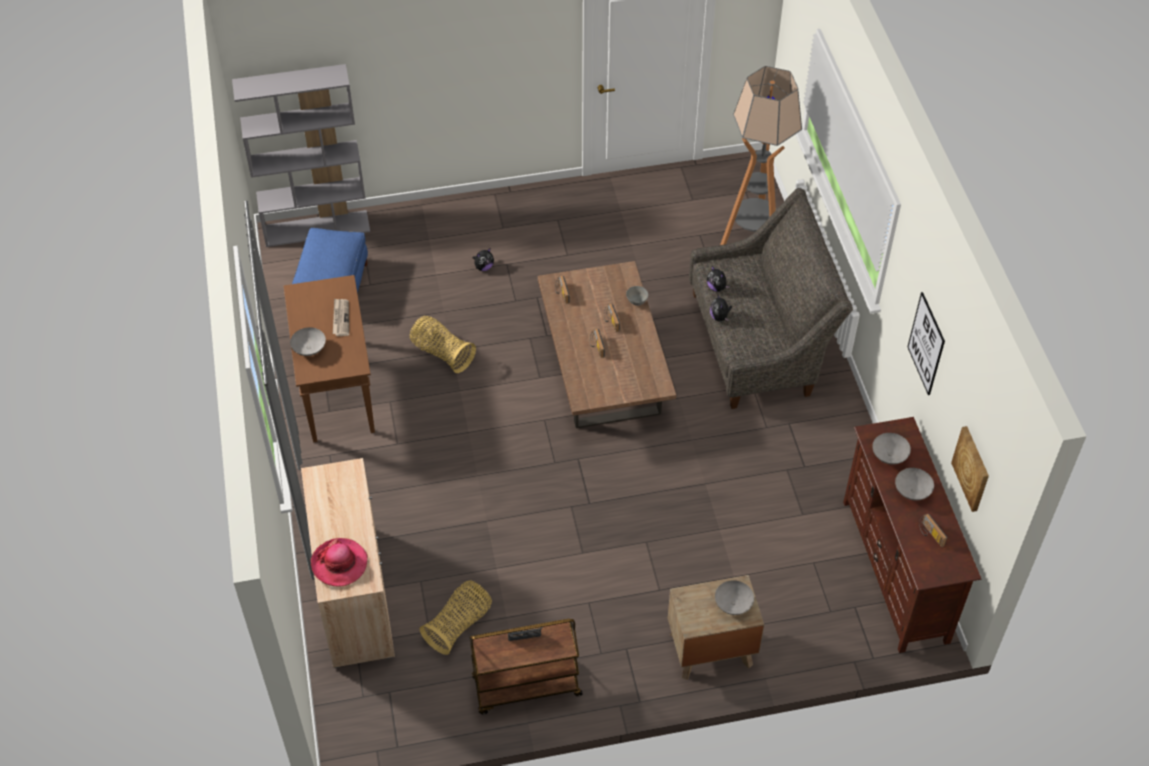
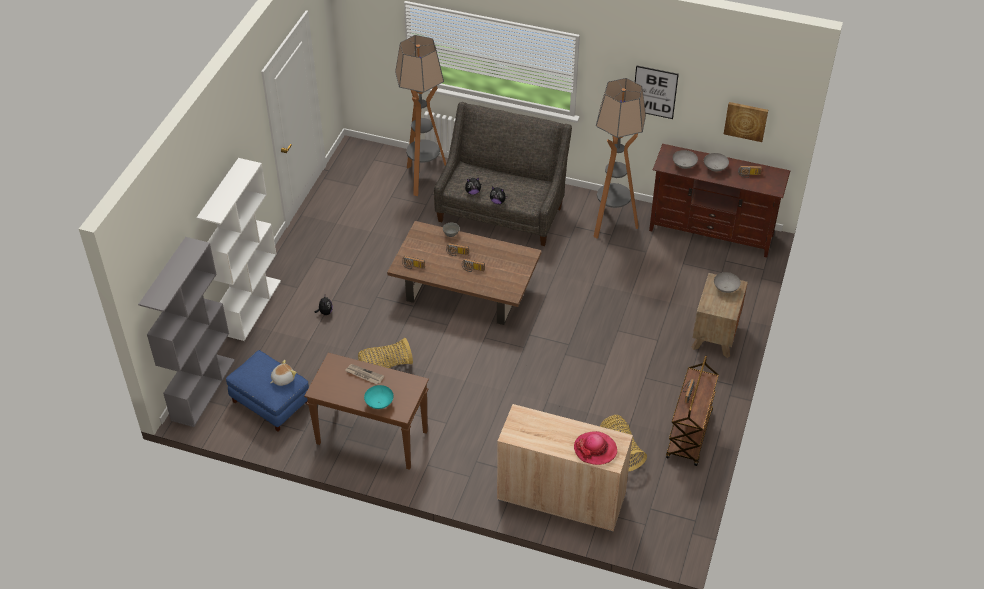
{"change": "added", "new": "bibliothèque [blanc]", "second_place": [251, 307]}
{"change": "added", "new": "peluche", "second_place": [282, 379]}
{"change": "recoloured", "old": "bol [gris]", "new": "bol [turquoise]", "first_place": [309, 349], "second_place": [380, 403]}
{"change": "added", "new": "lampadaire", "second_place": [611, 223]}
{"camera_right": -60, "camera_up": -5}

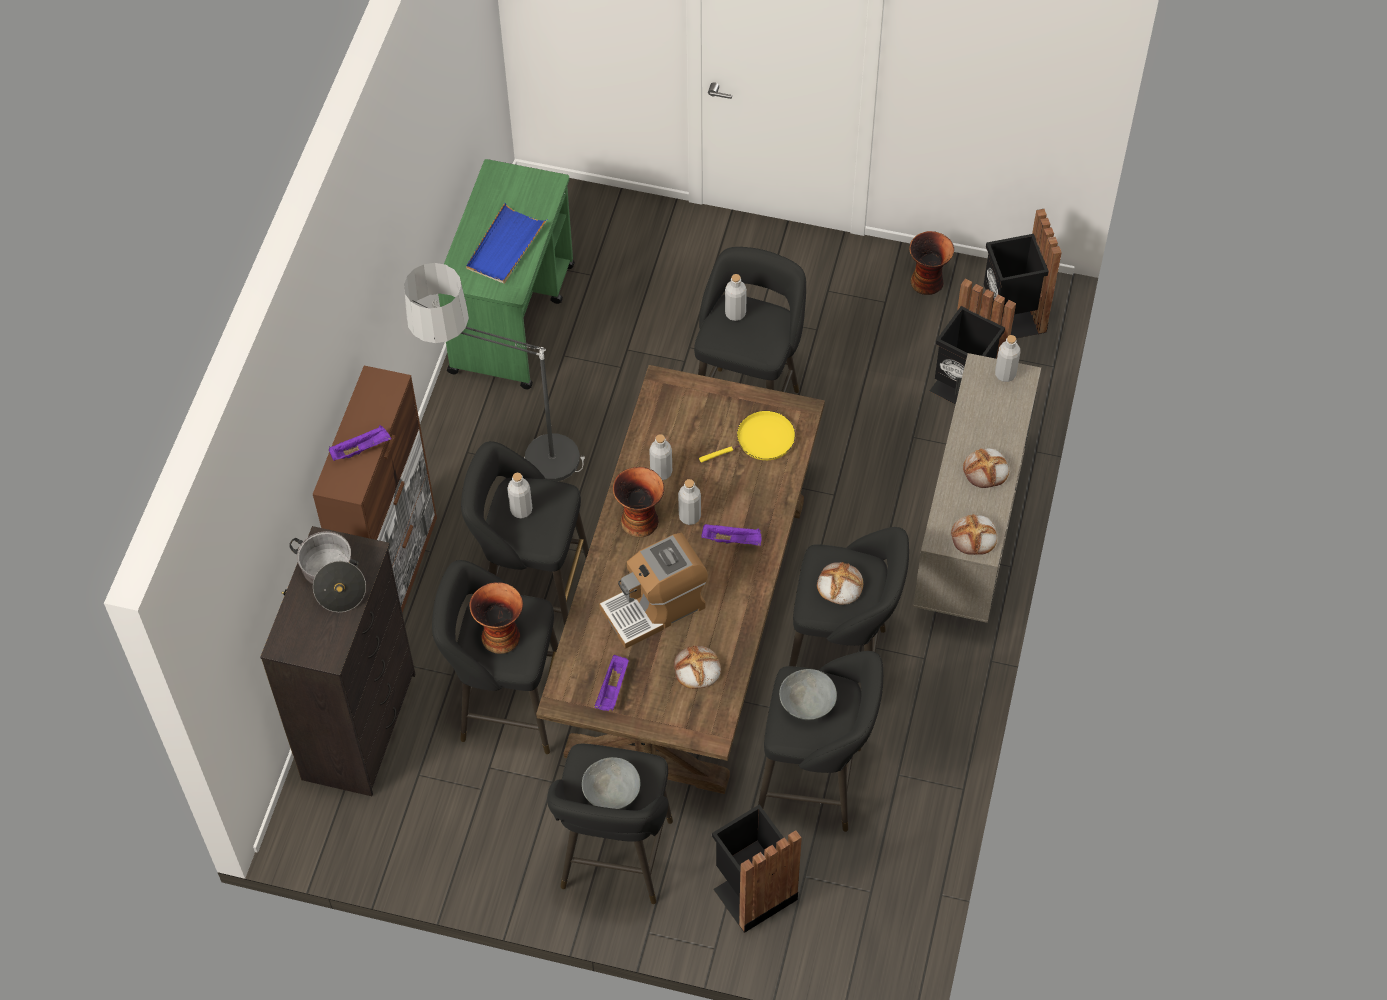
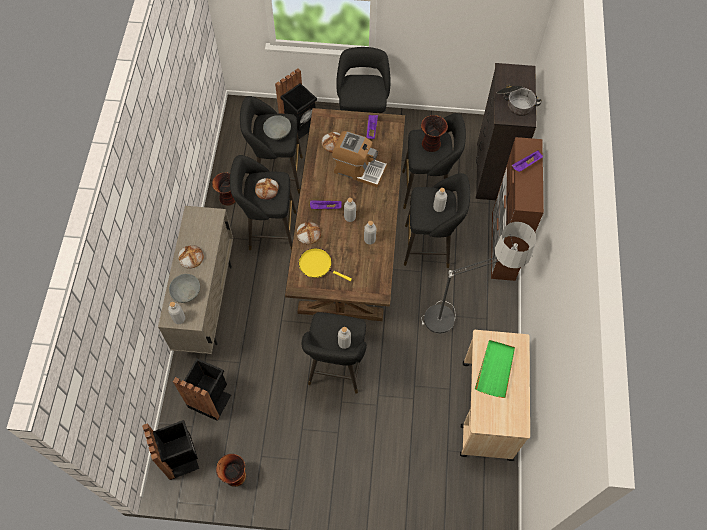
{"change": "moved", "old": "bol [gris]", "first_place": [611, 793], "second_place": [186, 292]}
{"change": "moved", "old": "vase", "first_place": [639, 520], "second_place": [228, 198]}
{"change": "moved", "old": "pain", "first_place": [974, 537], "second_place": [308, 234]}
{"change": "turned", "old": "poêle [jaune]", "first_place": [761, 440], "second_place": [317, 265], "degrees": 60}
{"change": "turned", "old": "machine à café", "first_place": [655, 607], "second_place": [359, 169], "degrees": 60}
{"change": "recoloured", "old": "chariot [vert]", "new": "chariot [beige]", "first_place": [513, 317], "second_place": [486, 411]}
{"change": "recoloured", "old": "plateau [bleu]", "new": "plateau [vert]", "first_place": [505, 247], "second_place": [495, 369]}
{"camera_right": 170, "camera_up": 5}

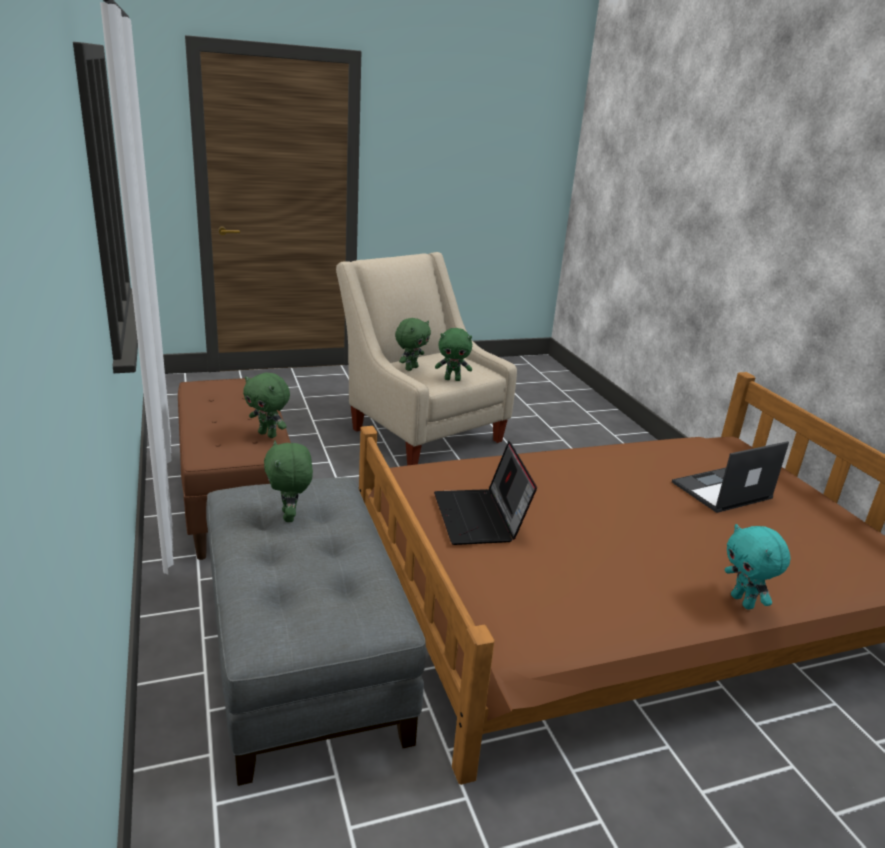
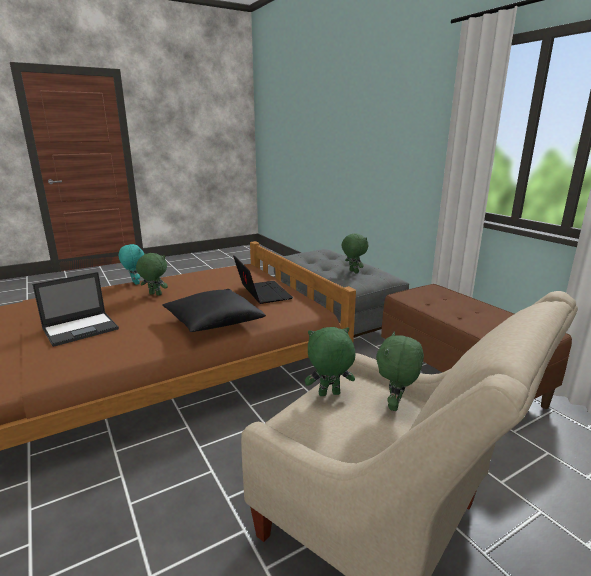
{"change": "moved", "old": "peluche [vert]", "first_place": [268, 434], "second_place": [154, 294]}
{"change": "added", "new": "coussin [noir]", "second_place": [213, 322]}
{"camera_right": 170, "camera_up": -5}

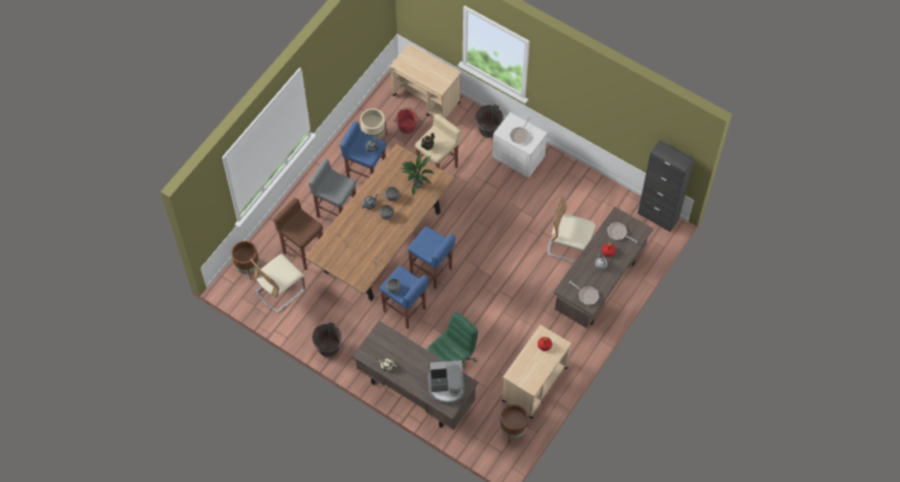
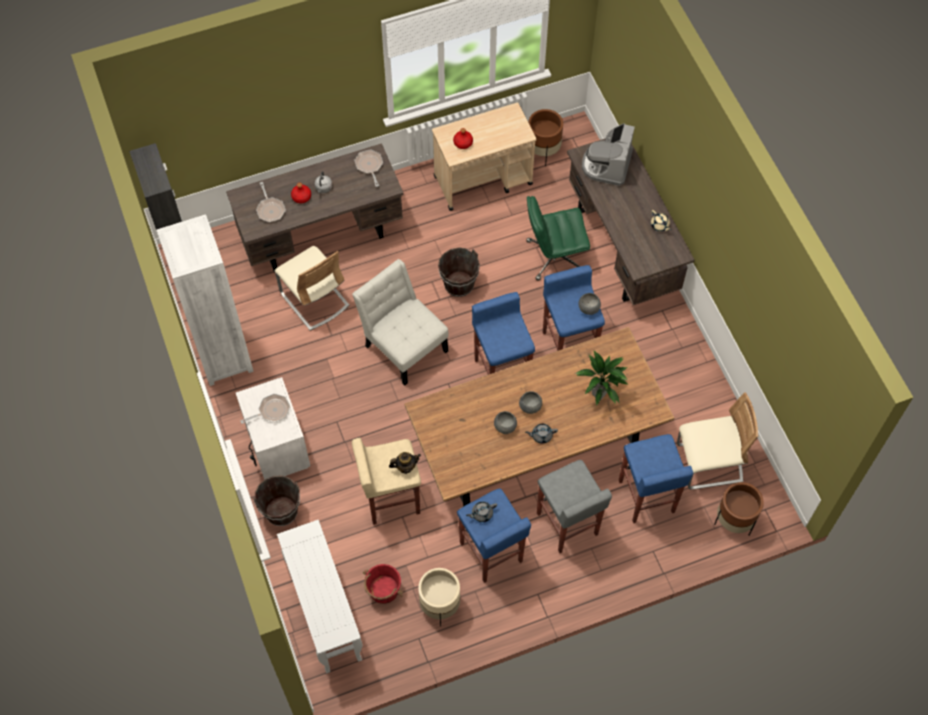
{"change": "added", "new": "bibliothèque [blanc]", "second_place": [223, 356]}
{"change": "replaced", "old": "chariot [beige]", "new": "table console [blanc]", "first_place": [426, 99], "second_place": [325, 614]}
{"change": "added", "new": "chaise [blanc]", "second_place": [403, 345]}
{"change": "moved", "old": "seau [marron]", "first_place": [328, 347], "second_place": [459, 285]}
{"change": "moved", "old": "plante en pot", "first_place": [418, 184], "second_place": [599, 394]}
{"change": "turned", "old": "machine à café", "first_place": [446, 387], "second_place": [607, 165], "degrees": -105}
{"change": "recoloured", "old": "tabouret [marron]", "new": "tabouret [bleu]", "first_place": [303, 251], "second_place": [646, 497]}
{"camera_right": -145, "camera_up": 0}

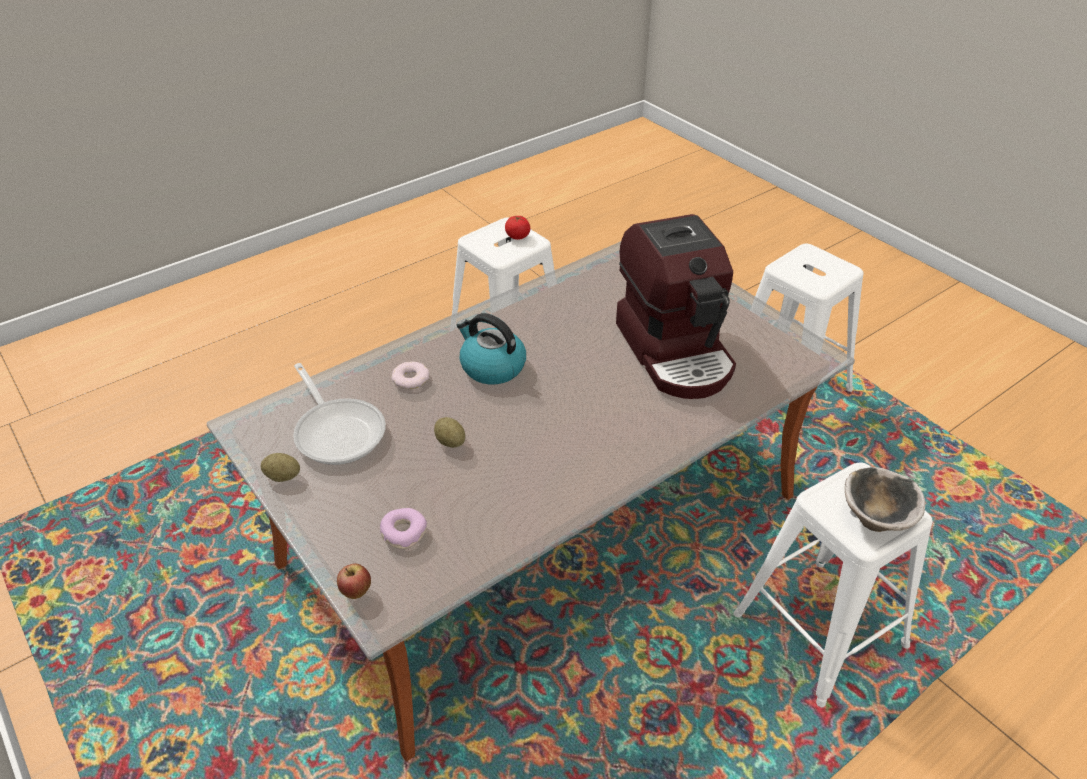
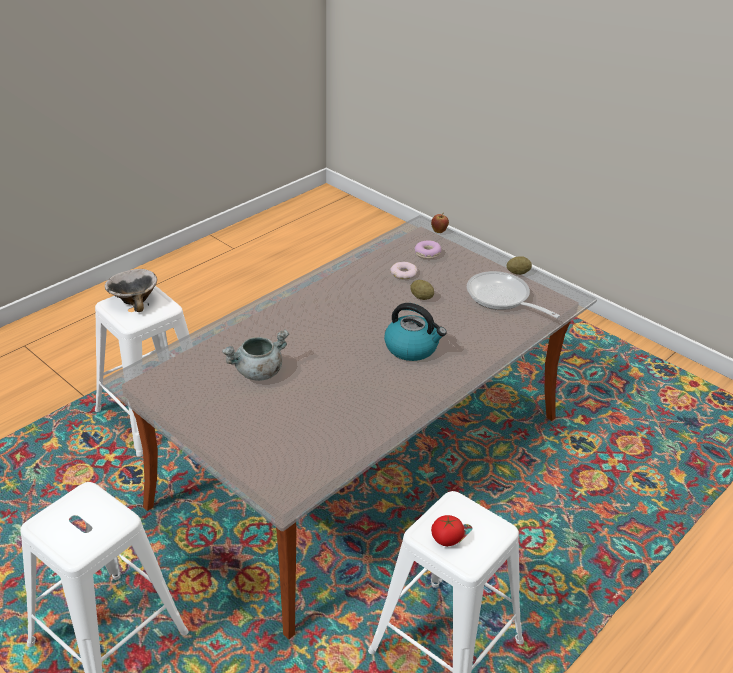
{"change": "replaced", "old": "machine à café", "new": "marmite [gris]", "first_place": [676, 351], "second_place": [258, 372]}
{"change": "moved", "old": "beignet", "first_place": [410, 378], "second_place": [404, 273]}
{"camera_right": 170, "camera_up": -5}

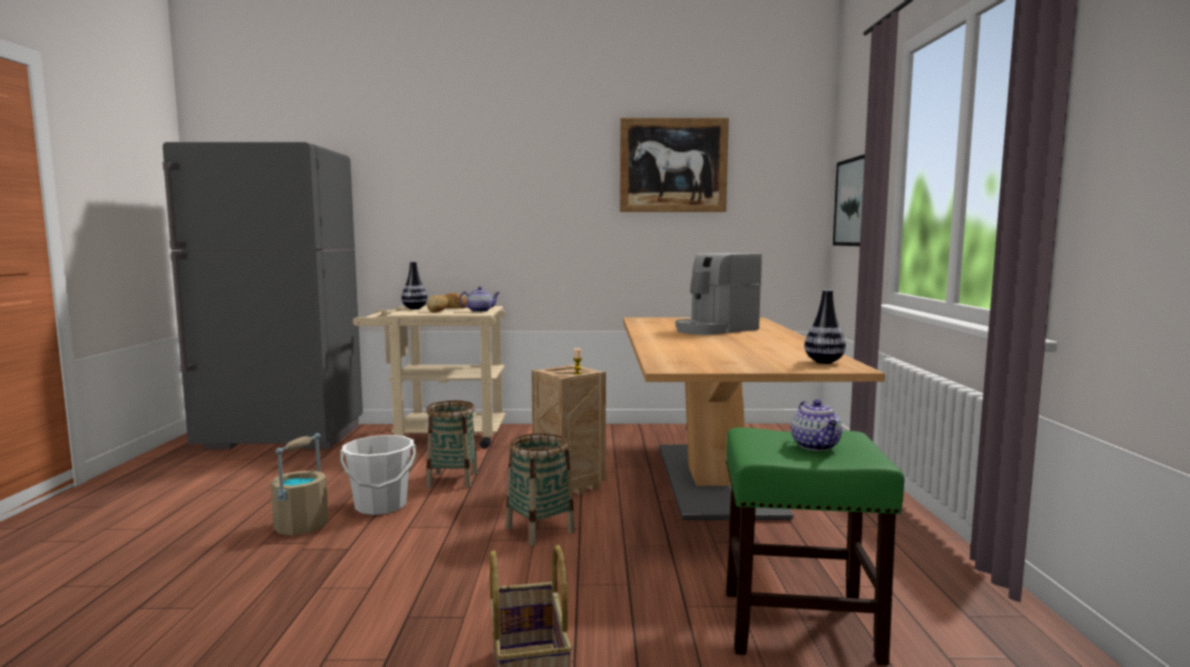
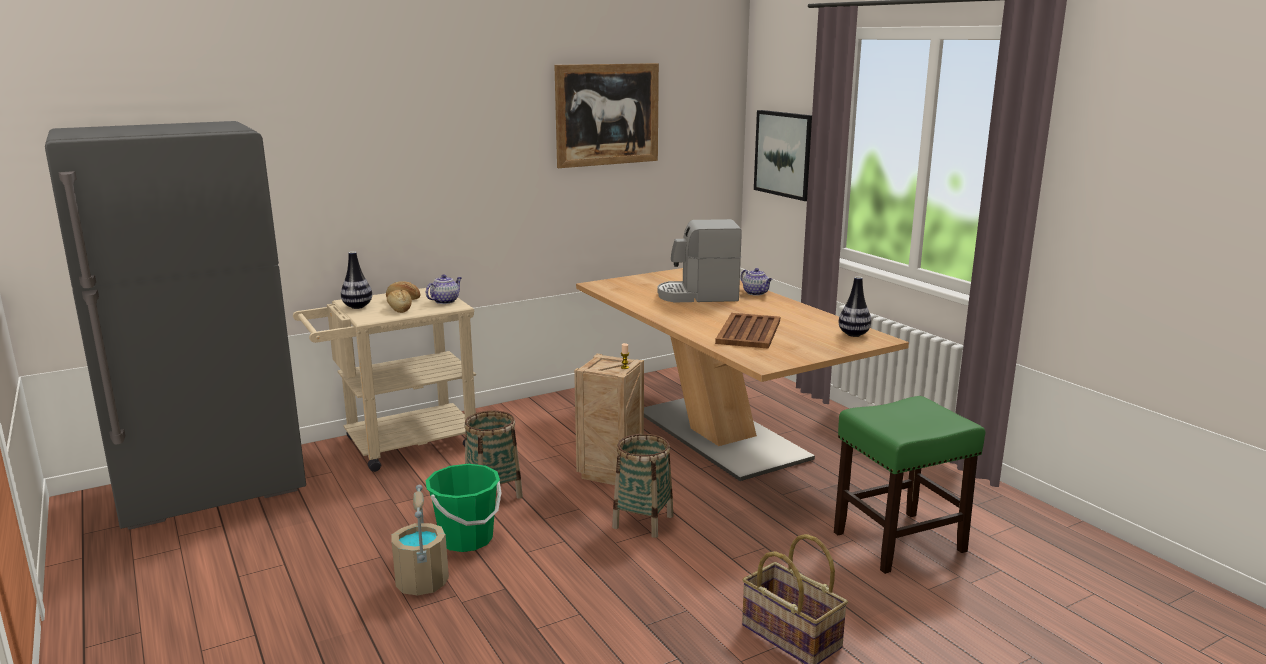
{"change": "recoloured", "old": "seau [blanc]", "new": "seau [vert]", "first_place": [381, 506], "second_place": [466, 539]}
{"change": "turned", "old": "machine à café", "first_place": [715, 330], "second_place": [698, 295], "degrees": 60}
{"change": "added", "new": "plateau [marron]", "second_place": [749, 331]}
{"change": "moved", "old": "théière", "first_place": [816, 446], "second_place": [756, 293]}
{"camera_right": -30, "camera_up": 10}

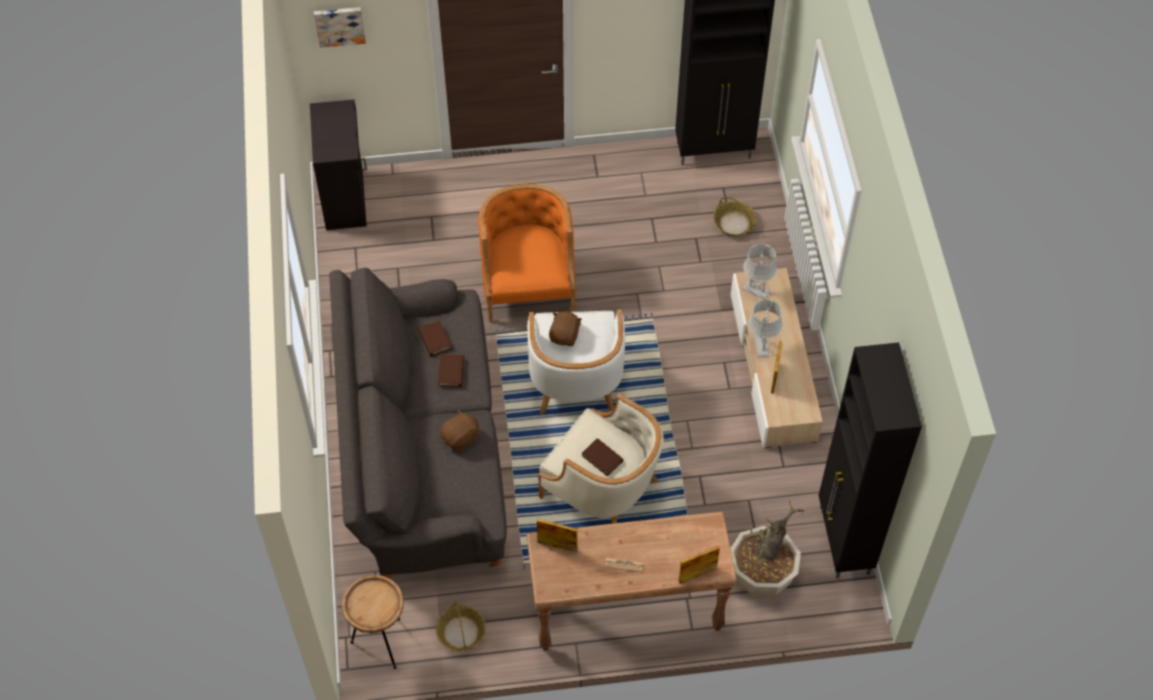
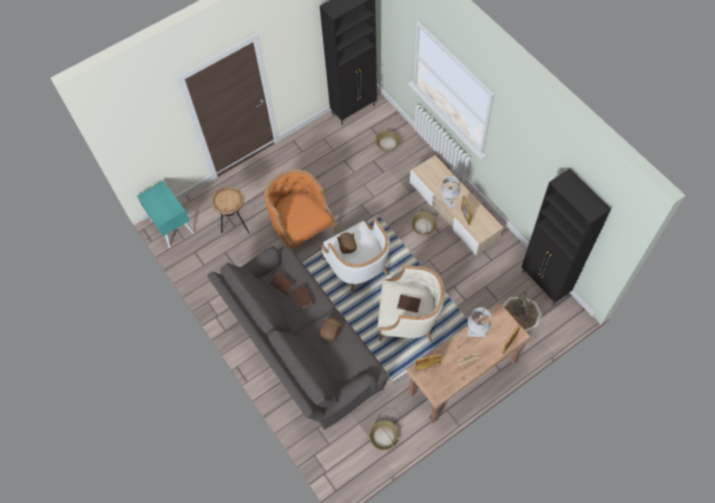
{"change": "replaced", "old": "meuble de rangement [noir]", "new": "table de chevet [turquoise]", "first_place": [345, 198], "second_place": [172, 226]}
{"change": "moved", "old": "table d'appoint [marron]", "first_place": [381, 643], "second_place": [236, 225]}
{"change": "added", "new": "panier", "second_place": [424, 226]}
{"change": "moved", "old": "lampe de table [gris]", "first_place": [756, 290], "second_place": [476, 333]}
{"change": "removed", "old": "tableau", "first_place": [339, 25]}
{"camera_right": -25, "camera_up": 5}

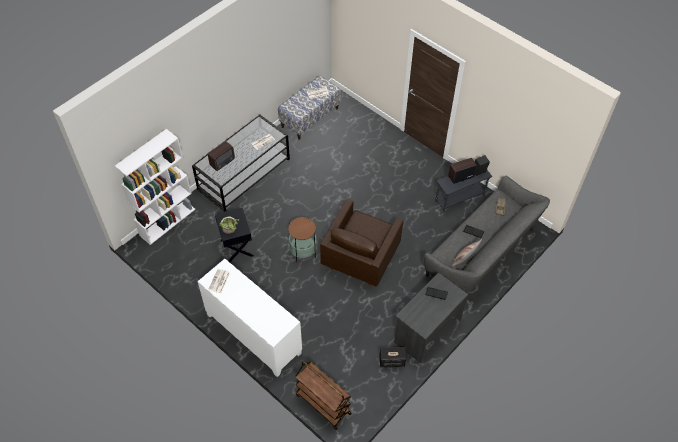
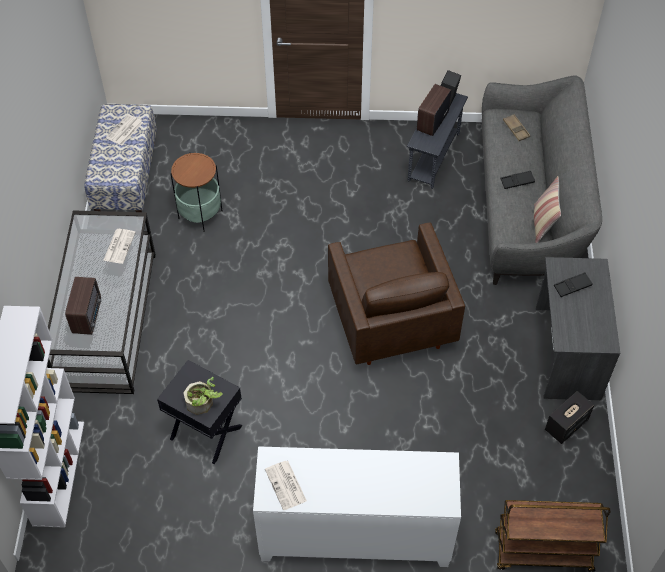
{"change": "moved", "old": "table d'appoint", "first_place": [303, 252], "second_place": [200, 214]}
{"camera_right": -40, "camera_up": 0}

